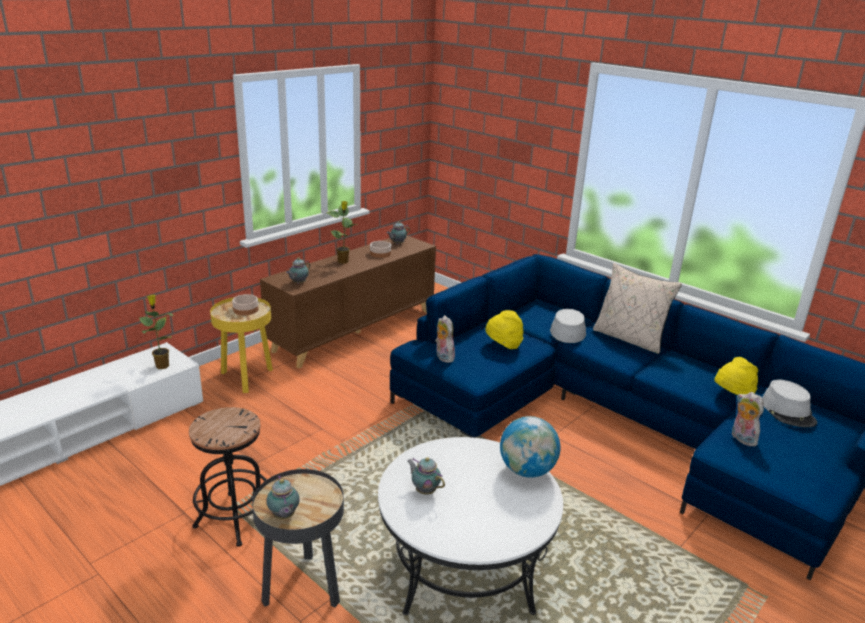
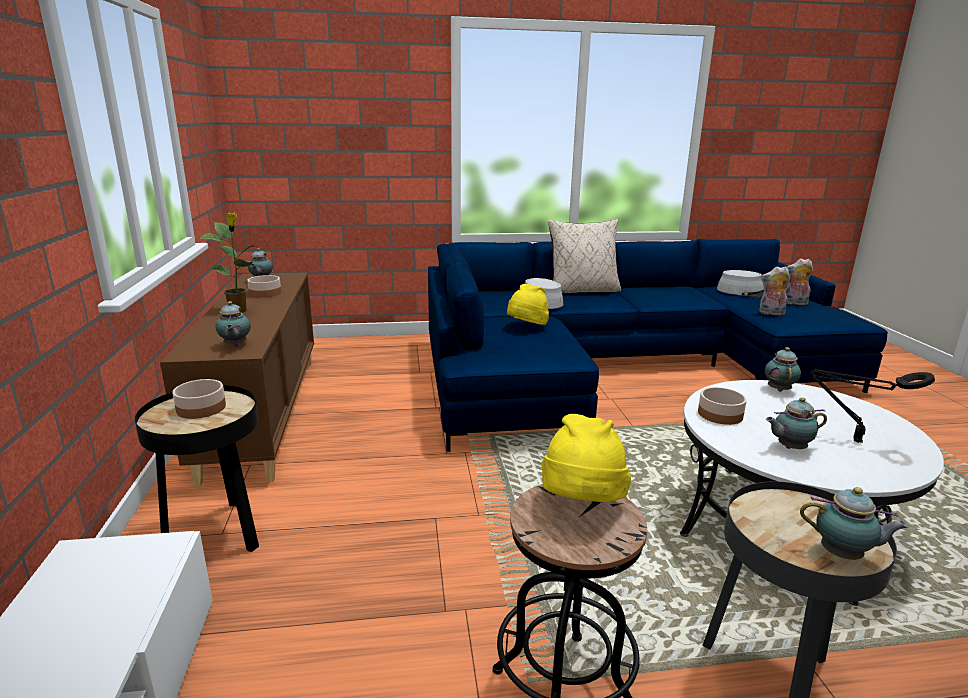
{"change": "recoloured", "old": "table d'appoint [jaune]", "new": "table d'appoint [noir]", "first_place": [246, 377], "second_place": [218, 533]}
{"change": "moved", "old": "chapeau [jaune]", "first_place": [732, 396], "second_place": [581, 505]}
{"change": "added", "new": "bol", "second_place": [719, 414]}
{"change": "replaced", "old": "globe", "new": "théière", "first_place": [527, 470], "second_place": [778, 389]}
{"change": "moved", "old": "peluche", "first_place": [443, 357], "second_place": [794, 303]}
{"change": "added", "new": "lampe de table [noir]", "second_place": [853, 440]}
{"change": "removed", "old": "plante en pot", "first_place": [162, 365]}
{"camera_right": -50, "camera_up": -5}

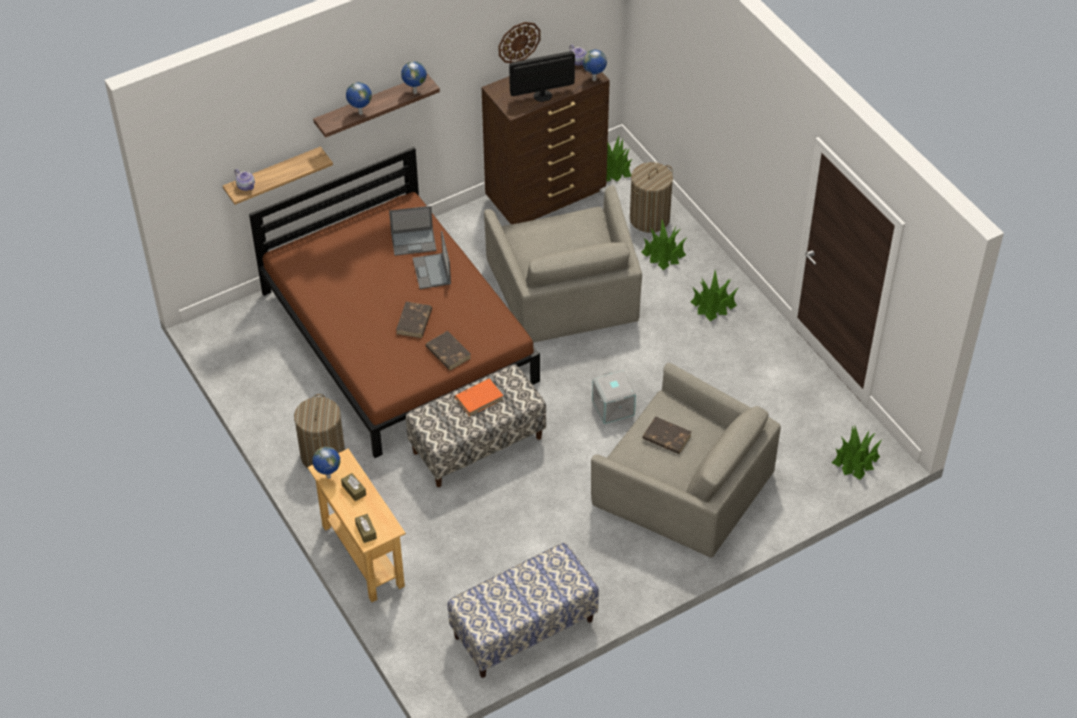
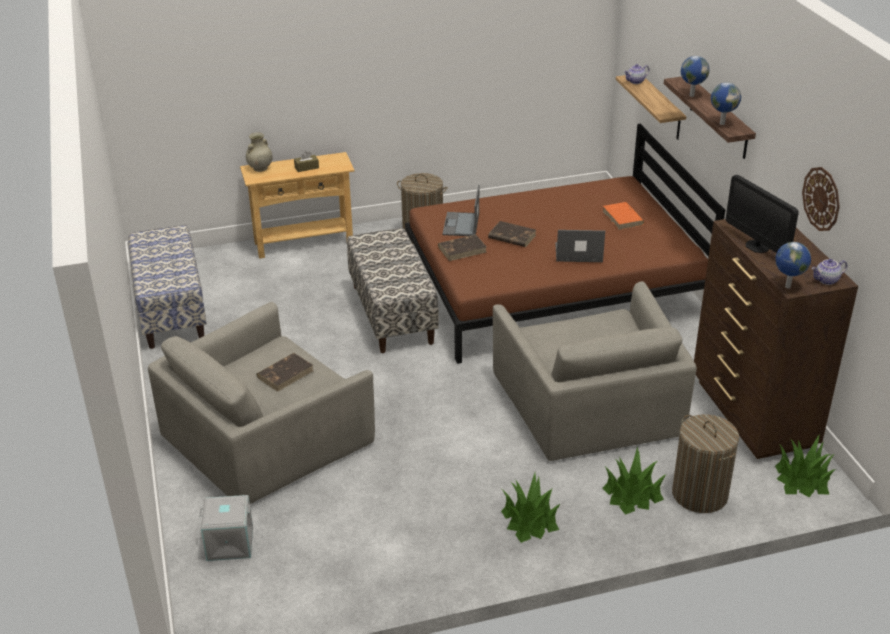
{"change": "moved", "old": "boîte de rangement [gris]", "first_place": [614, 407], "second_place": [229, 544]}
{"change": "replaced", "old": "boîte à mouchoirs [marron]", "new": "vase [beige]", "first_place": [366, 531], "second_place": [260, 168]}
{"change": "moved", "old": "ordinateur portable", "first_place": [414, 241], "second_place": [461, 225]}
{"change": "turned", "old": "fauteuil [gris]", "first_place": [565, 289], "second_place": [589, 402], "degrees": -105}
{"change": "moved", "old": "livre [orange]", "first_place": [479, 398], "second_place": [623, 218]}
{"change": "turned", "old": "écran d'ordinateur", "first_place": [542, 96], "second_place": [757, 246], "degrees": 150}
{"change": "removed", "old": "globe", "first_place": [328, 477]}
{"change": "removed", "old": "plante en pot", "first_place": [855, 460]}
{"camera_right": 105, "camera_up": -15}

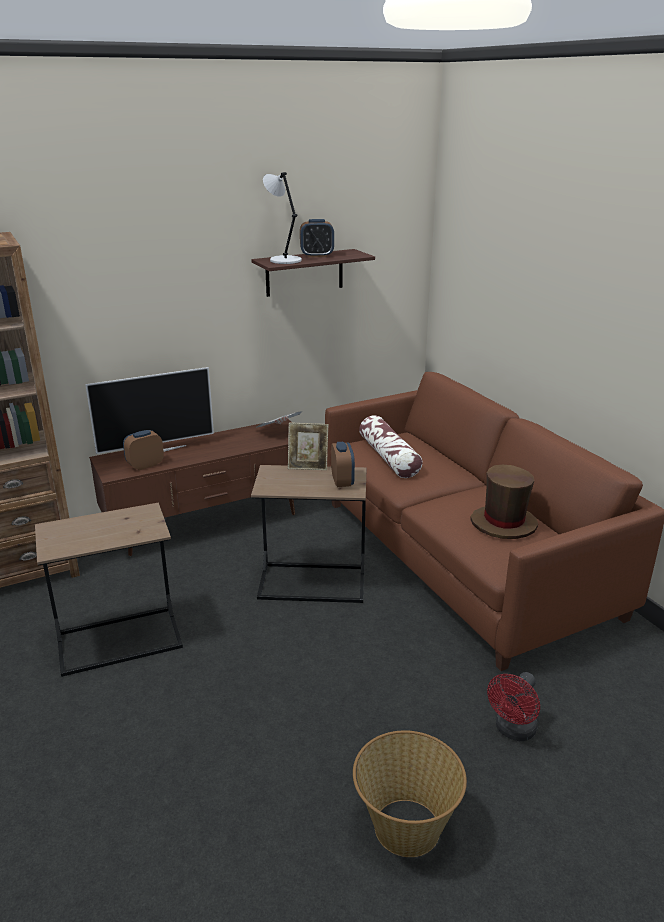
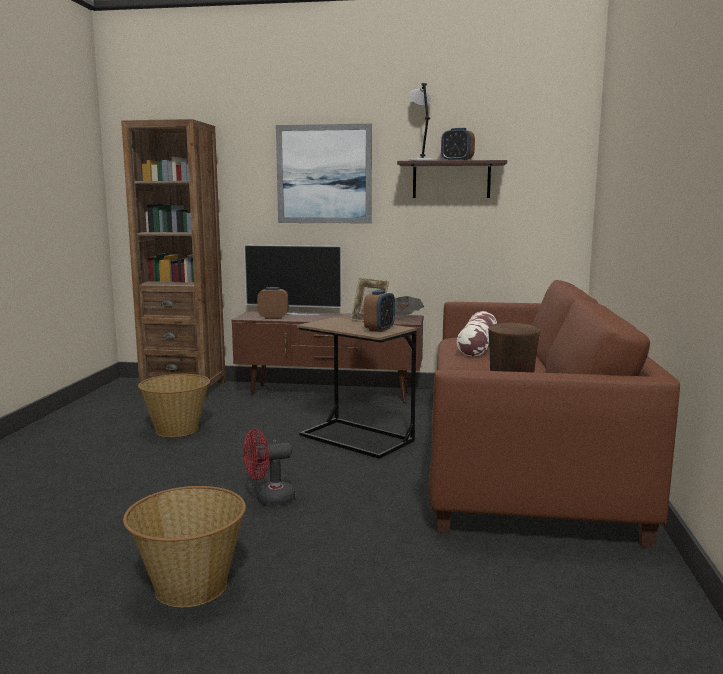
{"change": "replaced", "old": "table d'appoint [marron]", "new": "panier", "first_place": [119, 640], "second_place": [177, 429]}
{"change": "moved", "old": "ventilateur [rouge]", "first_place": [513, 731], "second_place": [269, 499]}
{"change": "added", "new": "tableau", "second_place": [324, 174]}
{"camera_right": 35, "camera_up": -15}

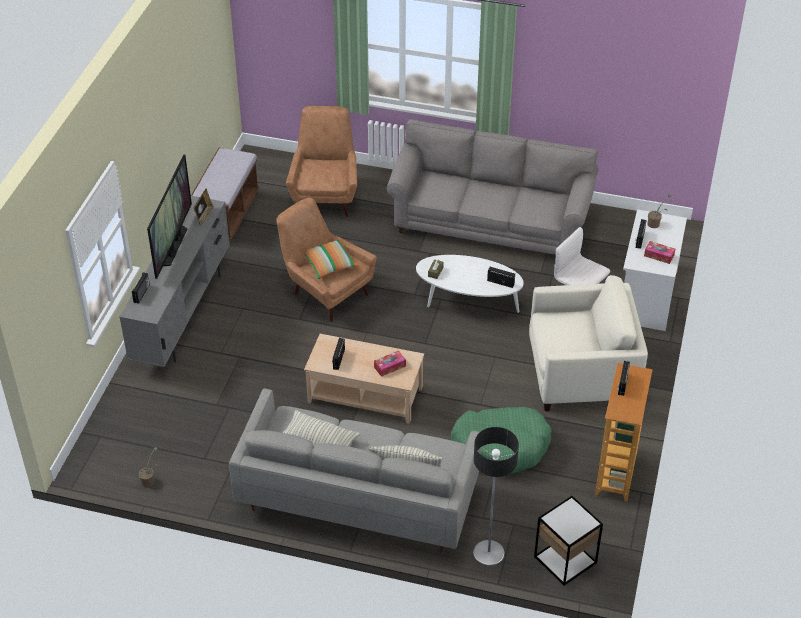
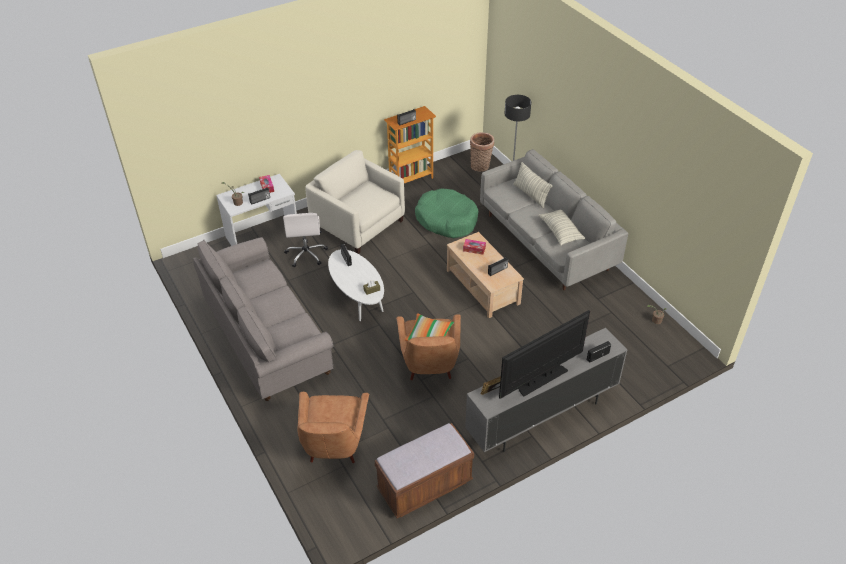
{"change": "turned", "old": "fauteuil [marron]", "first_place": [325, 195], "second_place": [334, 446], "degrees": -45}
{"change": "replaced", "old": "table d'appoint", "new": "panier", "first_place": [565, 560], "second_place": [481, 166]}
{"camera_right": -135, "camera_up": 0}

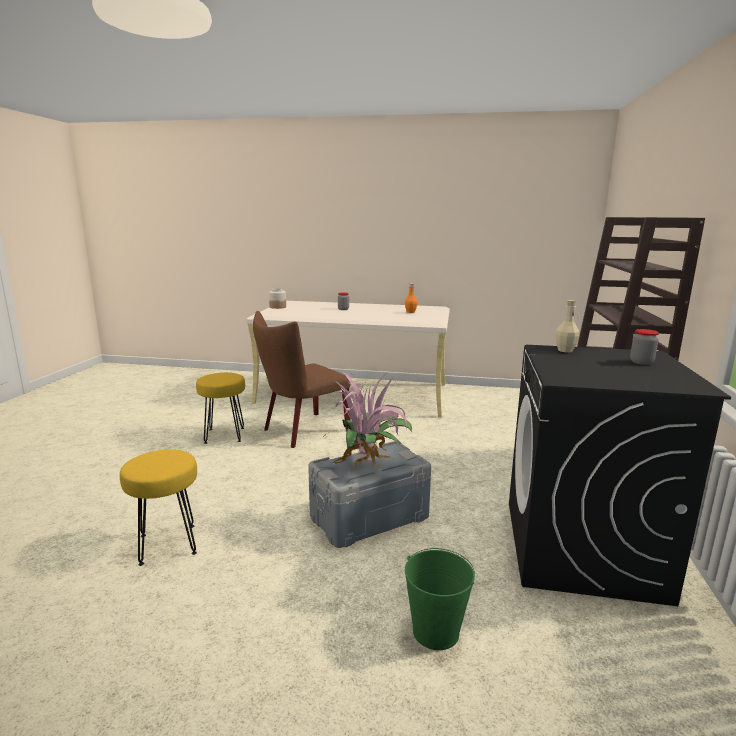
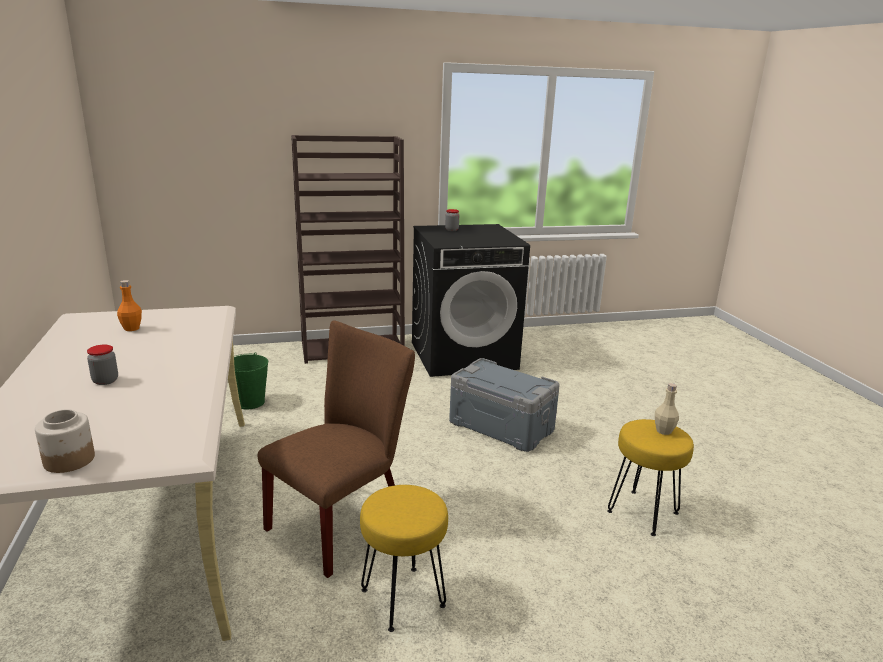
{"change": "moved", "old": "seau [vert]", "first_place": [435, 631], "second_place": [250, 402]}
{"change": "turned", "old": "chaise [marron]", "first_place": [301, 431], "second_place": [344, 521], "degrees": -75}
{"change": "moved", "old": "bouteille [beige]", "first_place": [565, 350], "second_place": [663, 431]}
{"change": "removed", "old": "plante en pot", "first_place": [367, 466]}
{"camera_right": -115, "camera_up": 5}

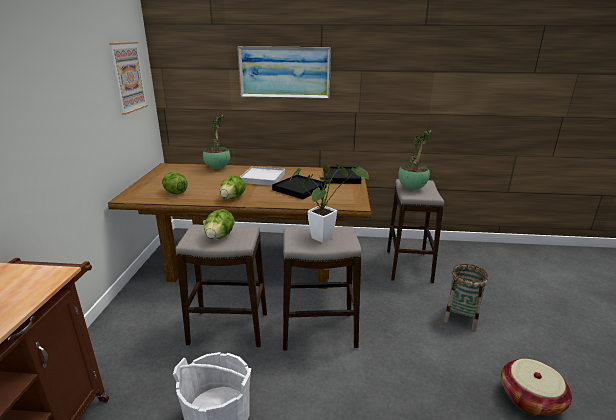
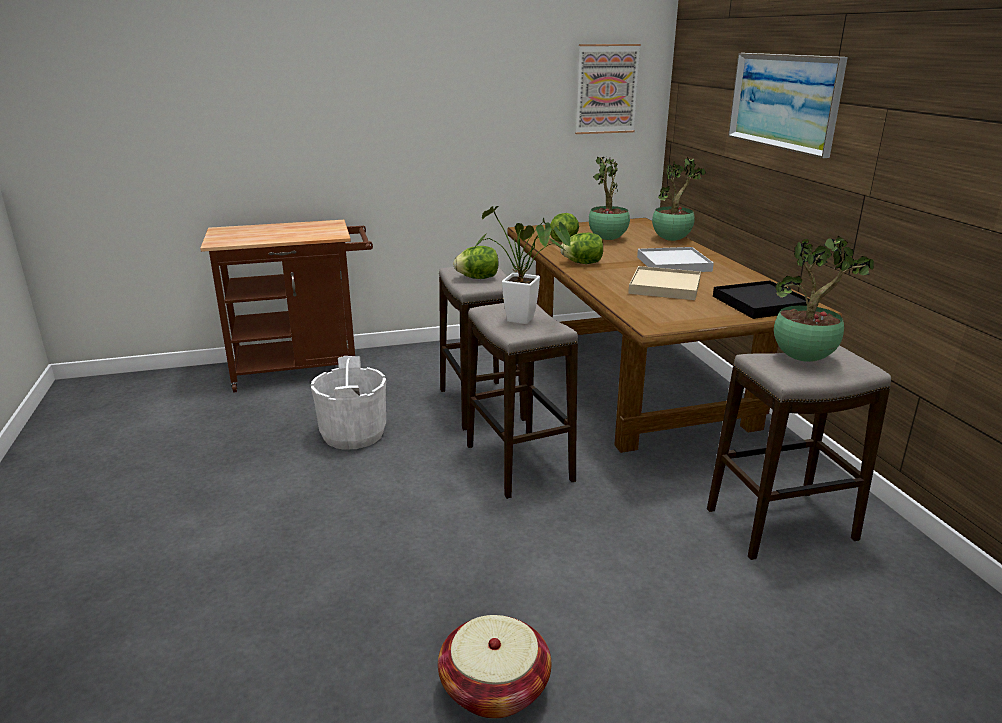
{"change": "added", "new": "plante en pot", "second_place": [607, 239]}
{"change": "recoloured", "old": "plateau [noir]", "new": "plateau [beige]", "first_place": [299, 189], "second_place": [665, 287]}
{"change": "removed", "old": "panier", "first_place": [461, 317]}
{"camera_right": 70, "camera_up": 0}

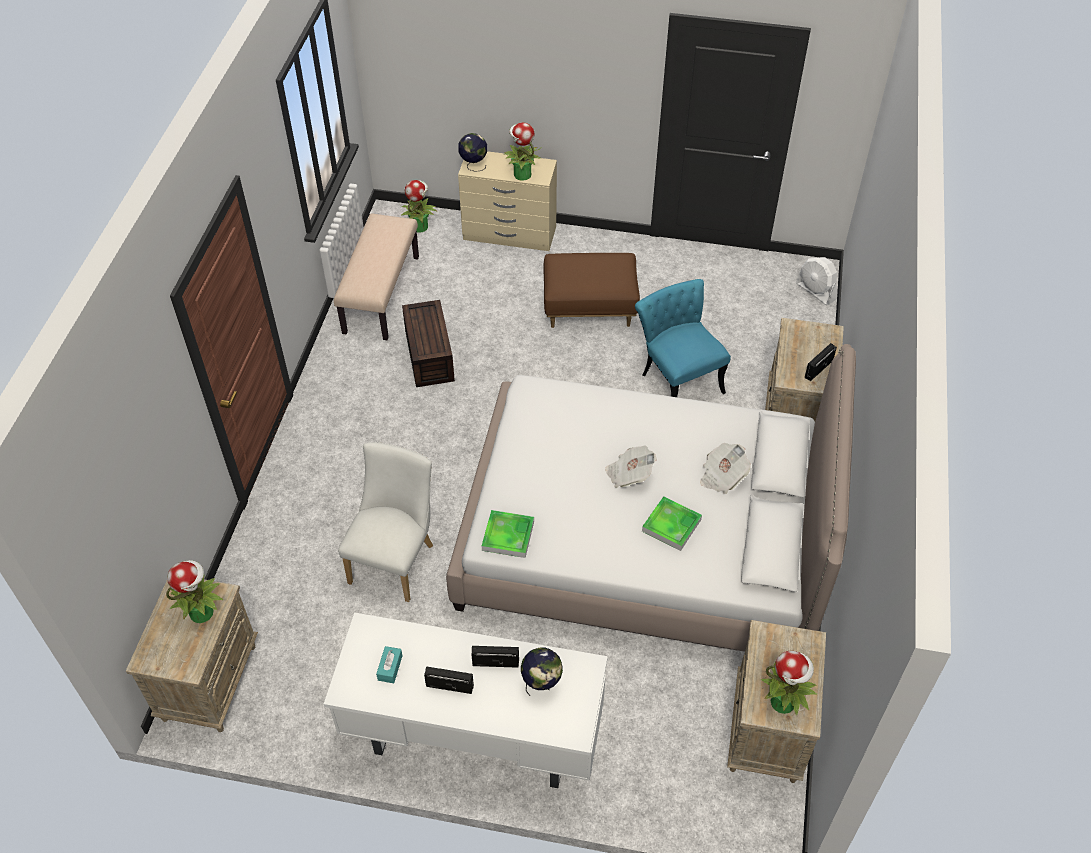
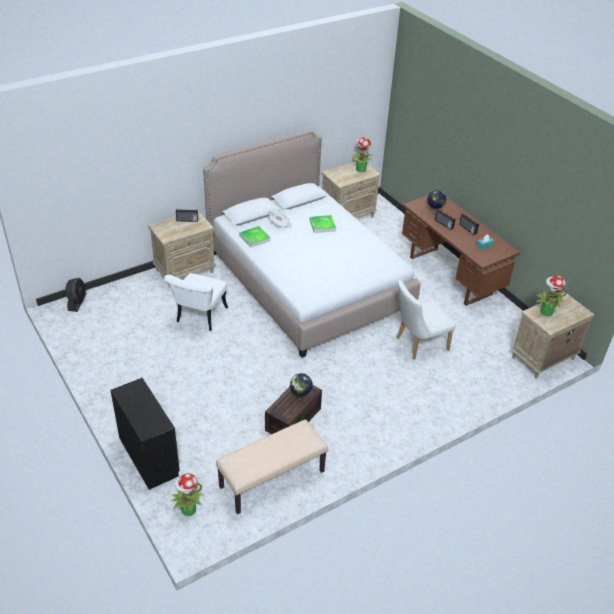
{"change": "recoloured", "old": "ventilateur [blanc]", "new": "ventilateur [noir]", "first_place": [815, 291], "second_place": [77, 302]}
{"change": "recoloured", "old": "commode [beige]", "new": "commode [noir]", "first_place": [510, 234], "second_place": [149, 455]}
{"change": "recoloured", "old": "chaise [turquoise]", "new": "chaise [blanc]", "first_place": [677, 378], "second_place": [199, 318]}
{"change": "moved", "old": "plateau", "first_place": [508, 536], "second_place": [254, 238]}
{"change": "moved", "old": "globe", "first_place": [473, 166], "second_place": [300, 396]}
{"change": "recoloured", "old": "bureau [blanc]", "new": "bureau [marron]", "first_place": [472, 739], "second_place": [450, 275]}
{"change": "removed", "old": "plante en pot", "first_place": [522, 174]}
{"change": "removed", "old": "pouf [marron]", "first_place": [589, 310]}
{"change": "removed", "old": "journal", "first_place": [629, 474]}
{"camera_right": -135, "camera_up": -10}

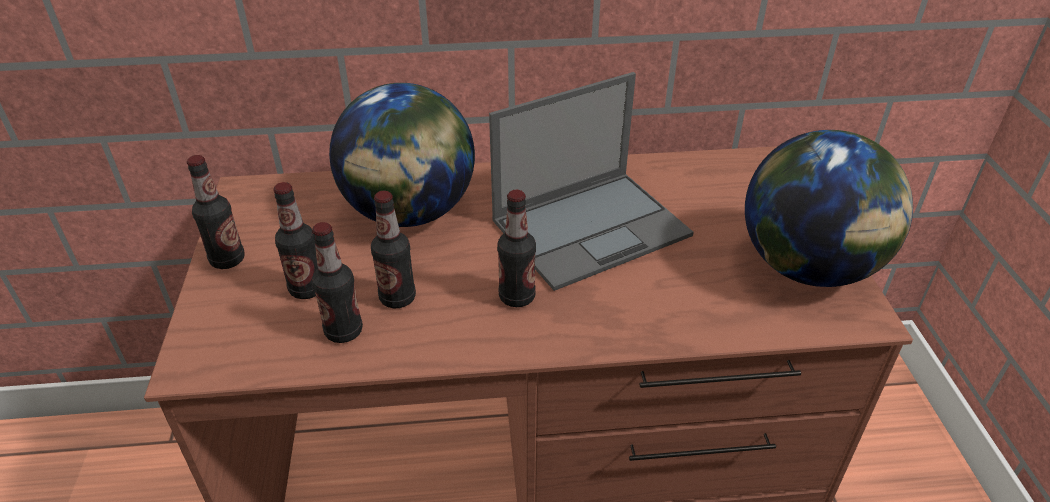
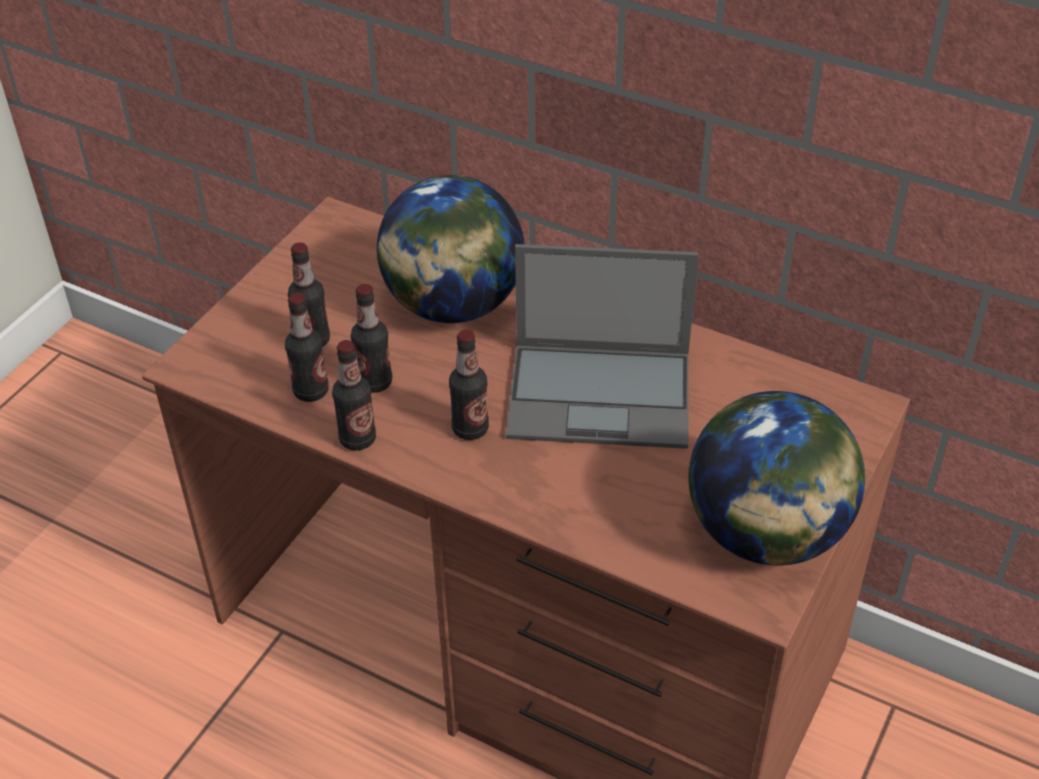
{"change": "moved", "old": "bouteille", "first_place": [227, 260], "second_place": [357, 439]}
{"camera_right": 35, "camera_up": 5}

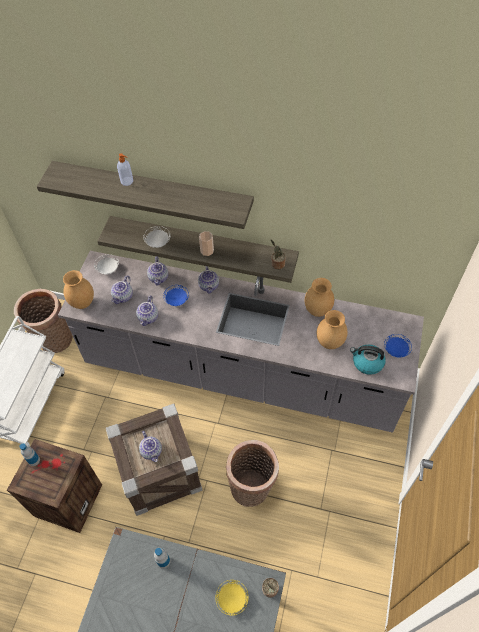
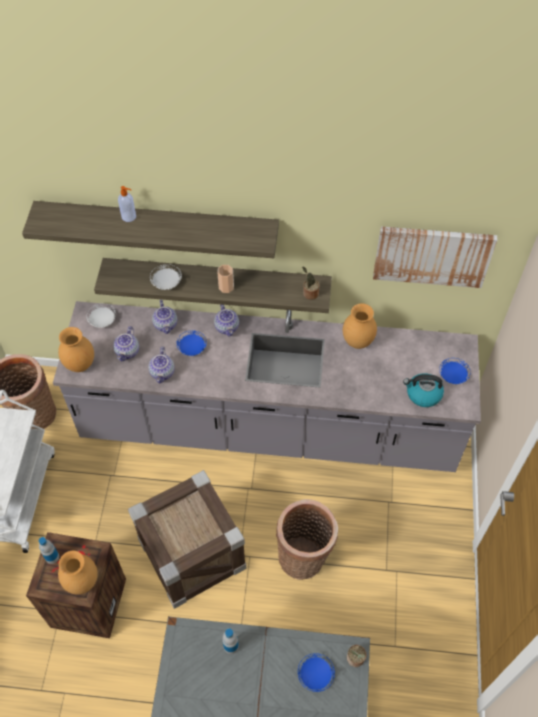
{"change": "moved", "old": "vase [marron]", "first_place": [330, 343], "second_place": [83, 582]}
{"change": "recoloured", "old": "assiette [jaune]", "new": "assiette [bleu]", "first_place": [232, 599], "second_place": [315, 675]}
{"change": "added", "new": "tableau", "second_place": [432, 255]}
{"change": "removed", "old": "théière", "first_place": [152, 451]}
{"camera_right": -10, "camera_up": 0}

